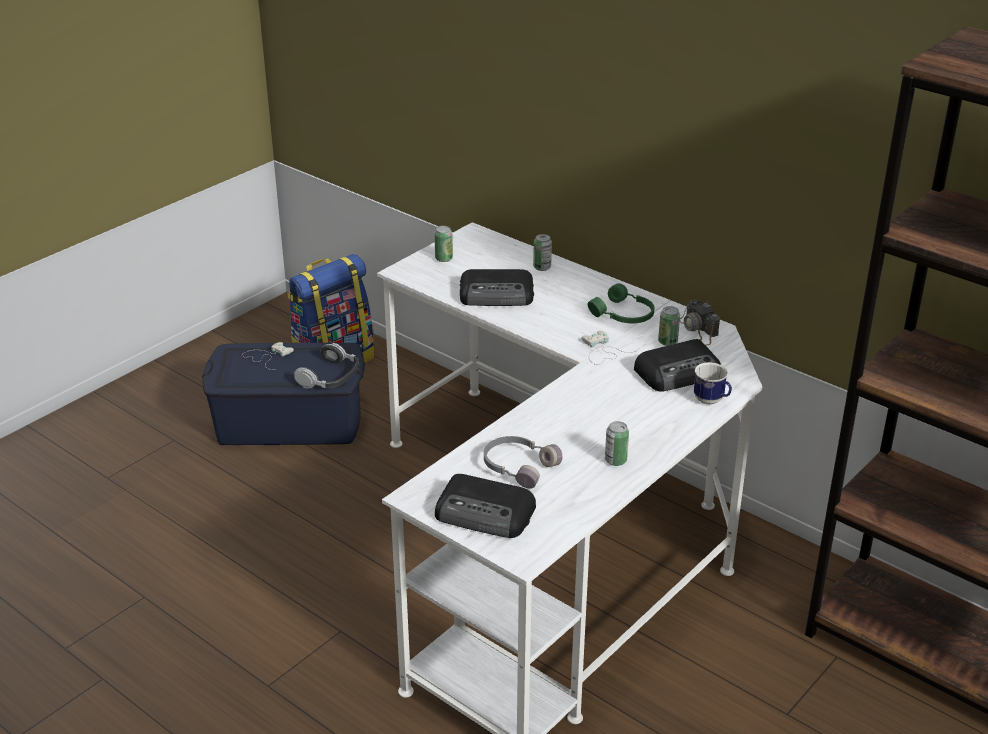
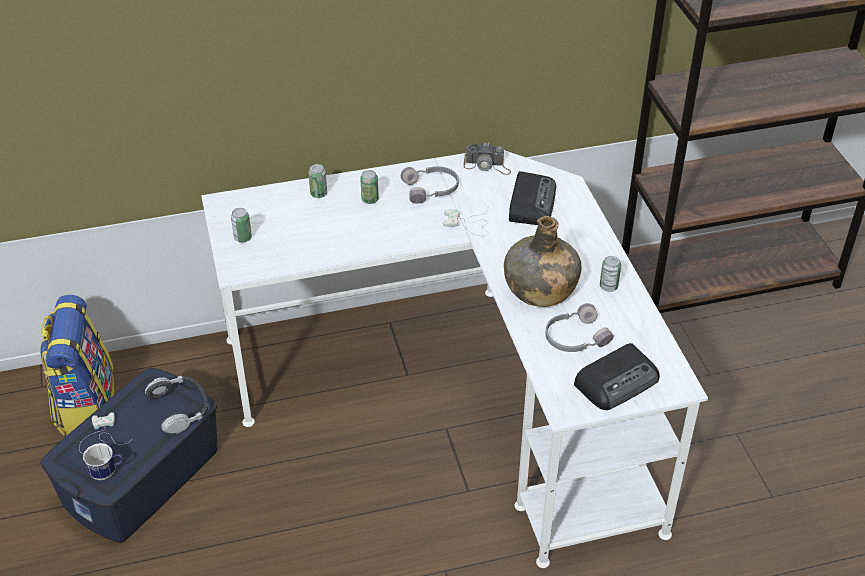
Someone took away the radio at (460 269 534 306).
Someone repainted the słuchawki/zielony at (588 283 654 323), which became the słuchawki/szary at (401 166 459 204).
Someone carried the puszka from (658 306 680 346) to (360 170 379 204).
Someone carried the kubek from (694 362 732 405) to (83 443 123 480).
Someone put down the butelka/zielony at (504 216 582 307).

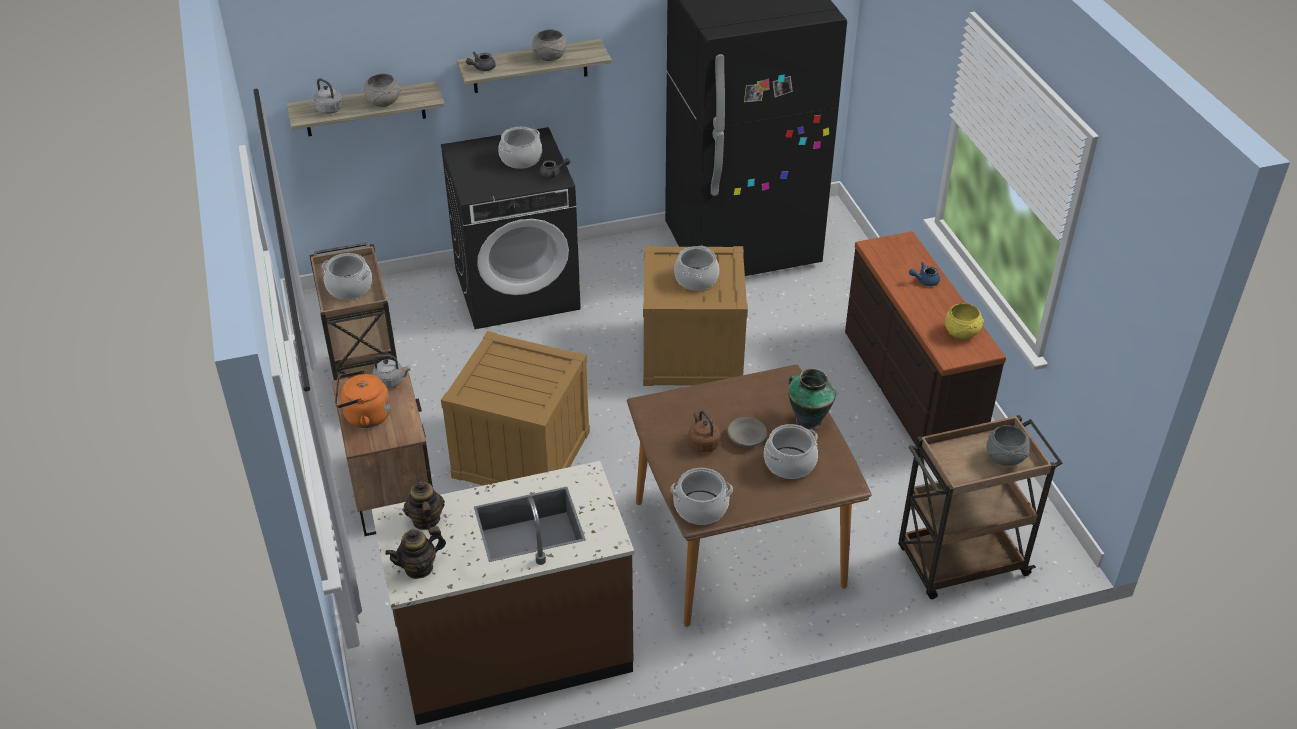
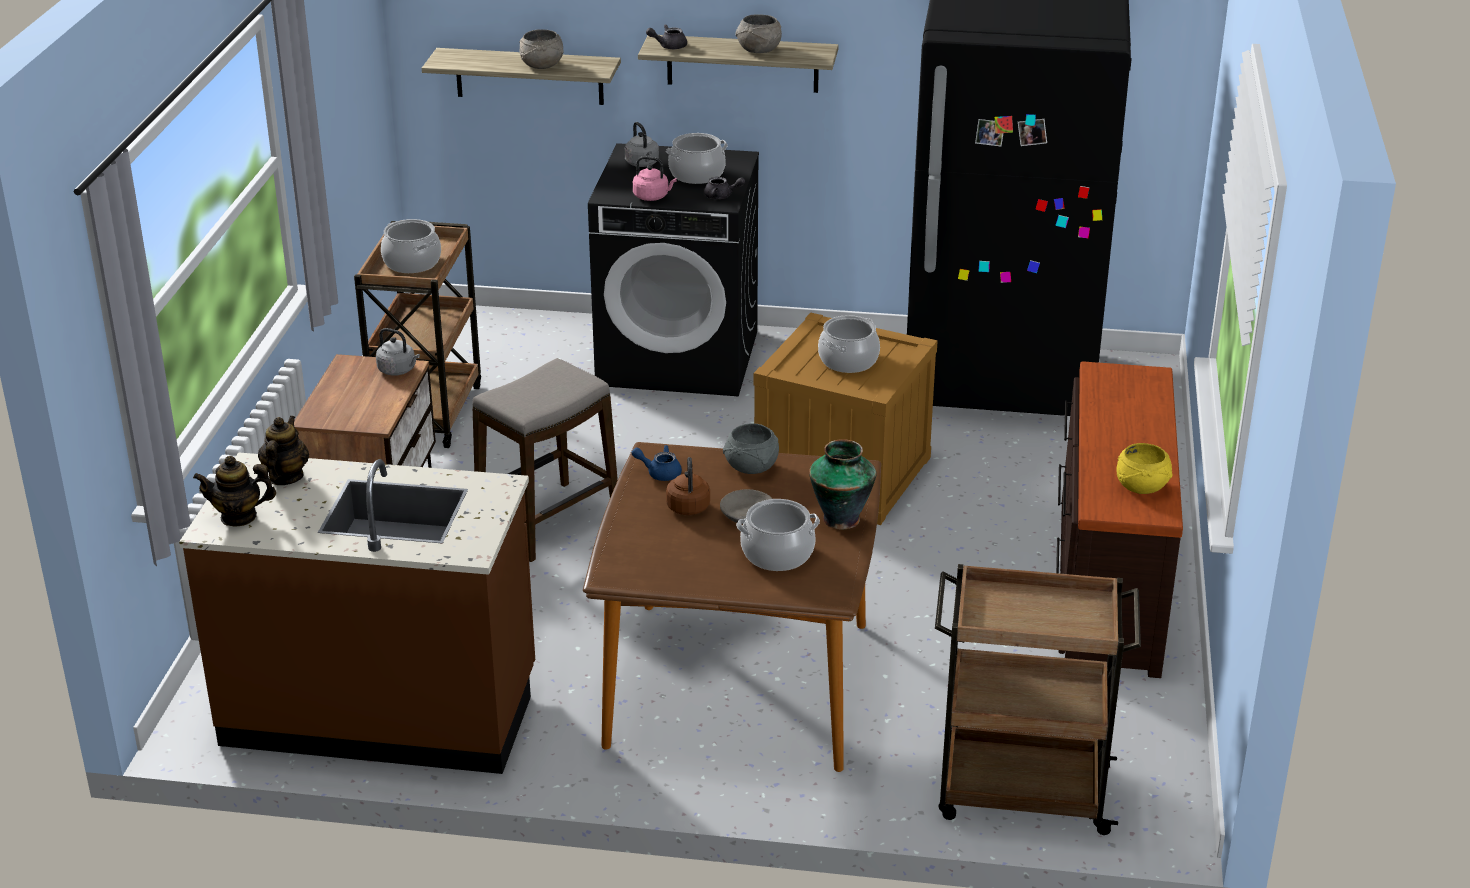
Someone carried the czajnik/szary from (314 78 343 114) to (625 122 659 167).
Someone carried the imbryk/niebieski from (909 262 940 286) to (631 445 682 481).
Someone swapped the skrzynka at (441 331 590 485) for the stołek at (473 358 618 562).
Someone took away the czajnik/pomarańczowy at (335 370 391 428).
Someone carried the miska/szary from (987 425 1030 466) to (723 423 779 474).
Someone took away the garnek at (670 468 733 525).
Someone put down the czajnik/różowy at (633 156 677 201).

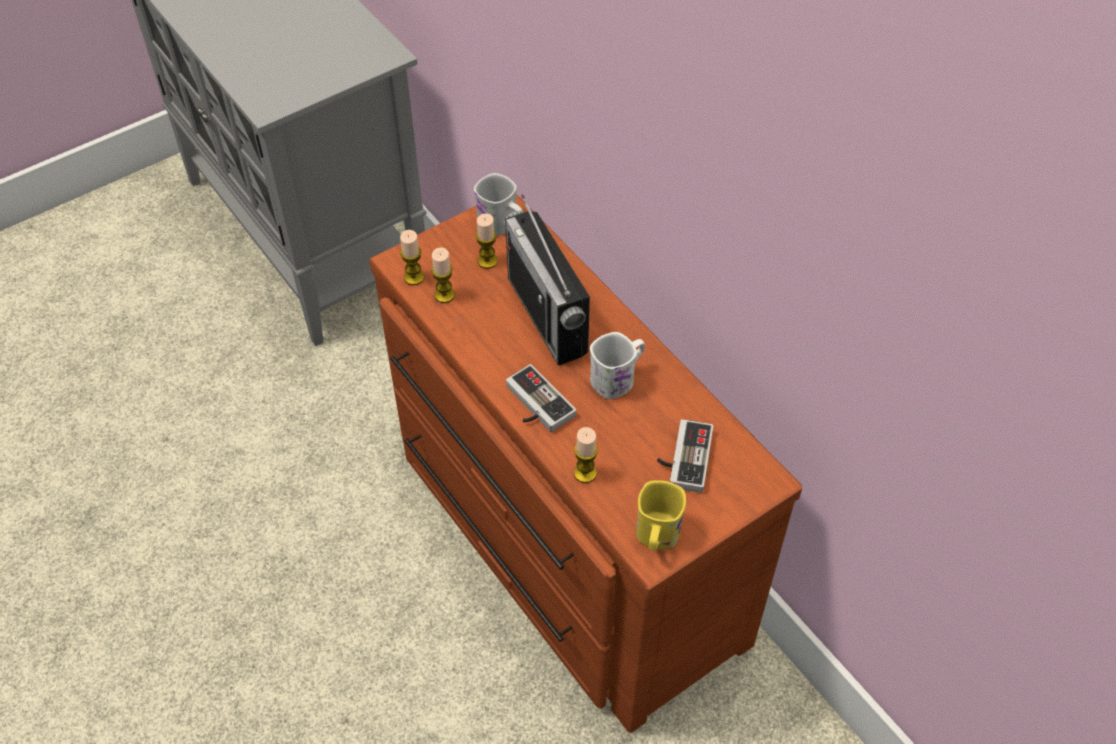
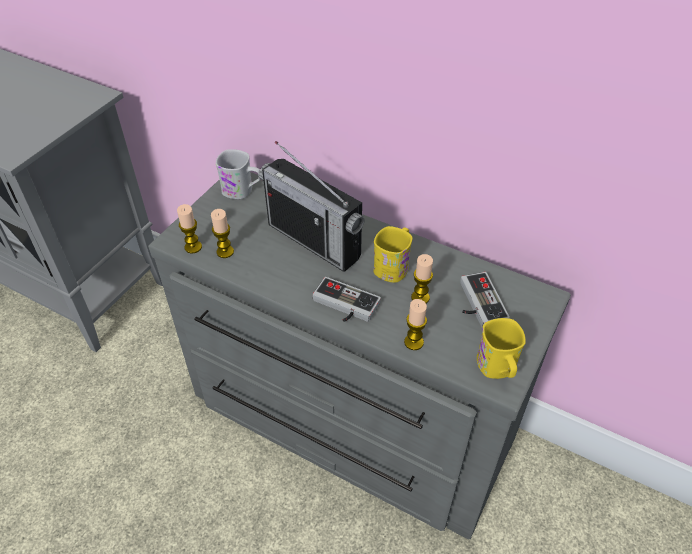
Someone repainted the komoda/brązowy at (370 194 802 733), which became the komoda/szary at (148 172 571 540).
Someone carried the świeca from (476 213 498 269) to (411 254 433 303).
Someone repainted the kubek/biały at (590 332 645 399), which became the kubek/żółty at (374 226 413 283).

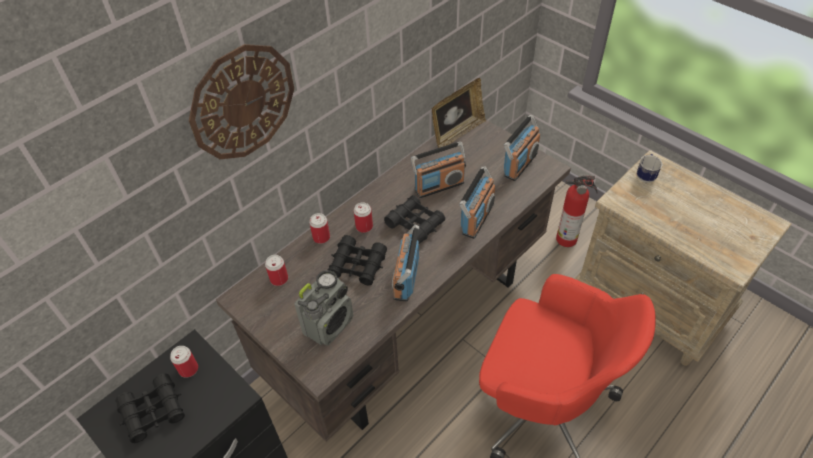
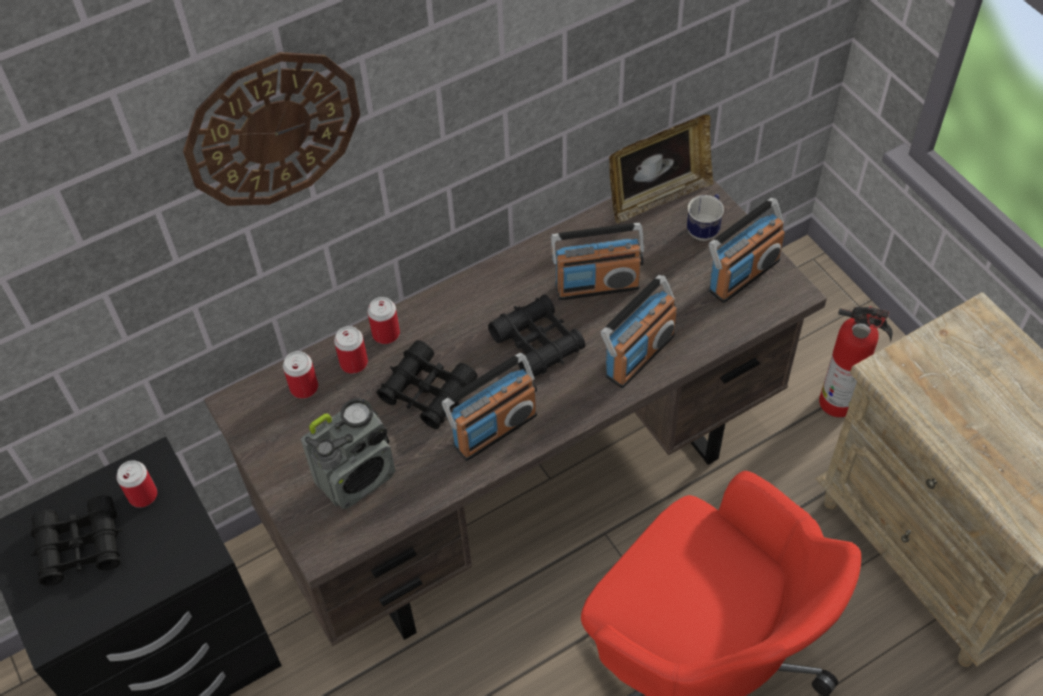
Someone carried the kubek from (637 154 663 183) to (687 194 724 241).
Someone carried the puszka from (354 202 373 233) to (334 326 368 374).
Someone rotated the radio at (392 224 419 302) by 150 degrees counterclockwise.

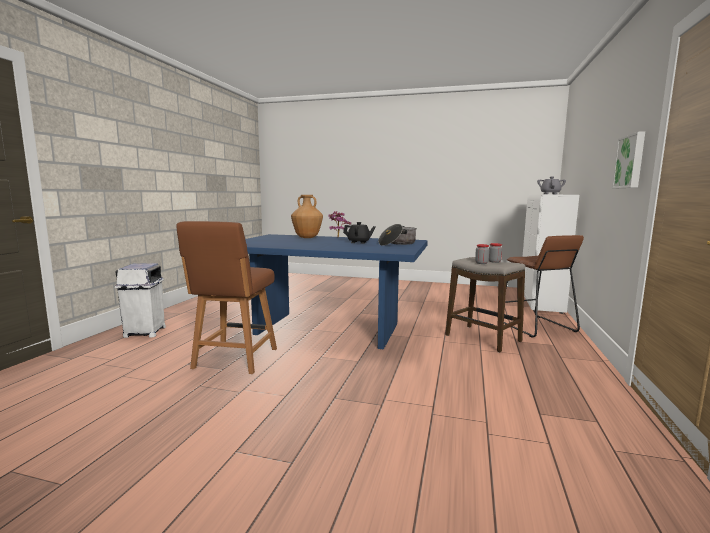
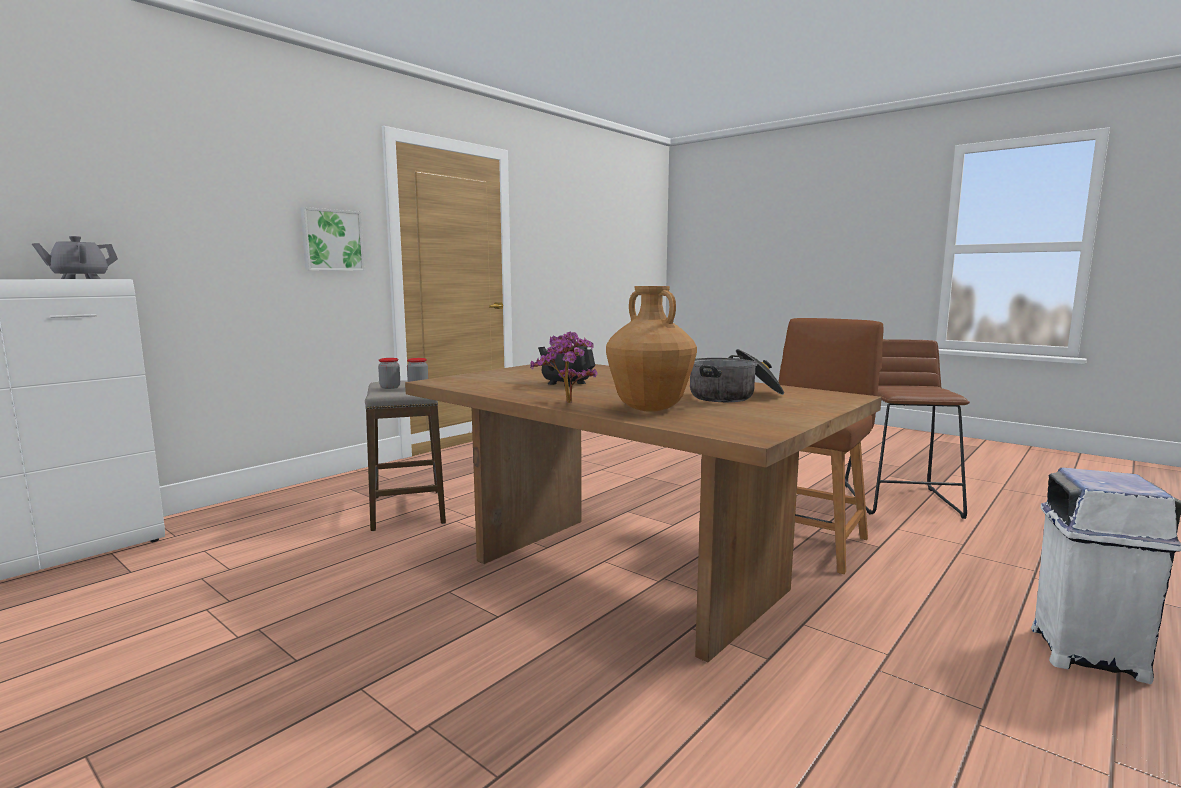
Someone carried the garnek from (378 224 417 246) to (690 349 784 402).
Someone repainted the stół jadalny/niebieski at (245 234 428 350), which became the stół jadalny/brązowy at (405 364 882 662).
Someone carried the stołek/brązowy from (504 235 584 338) to (845 339 970 519).

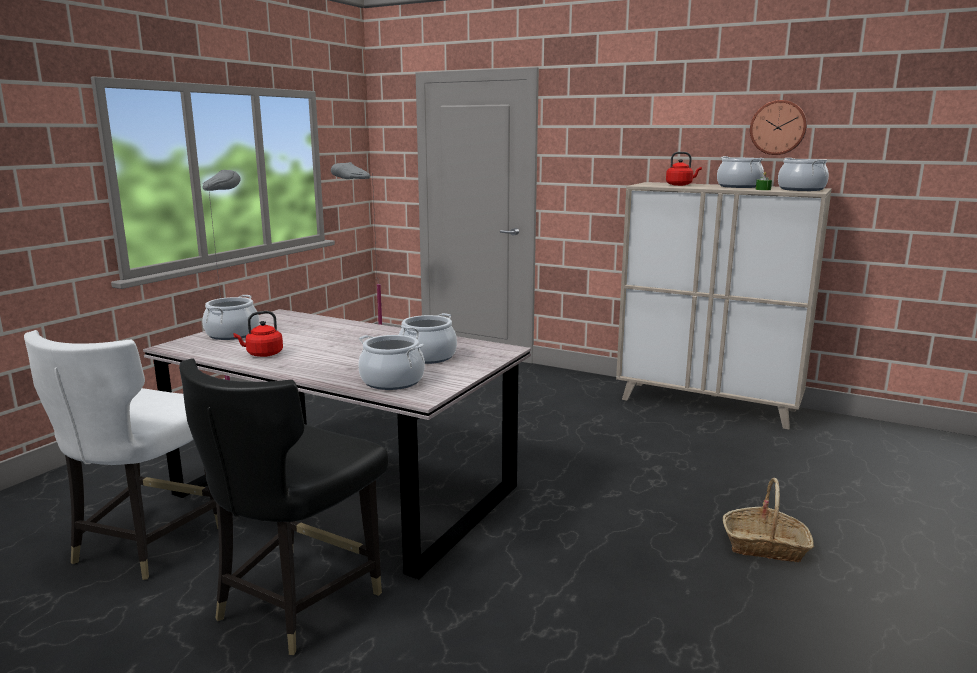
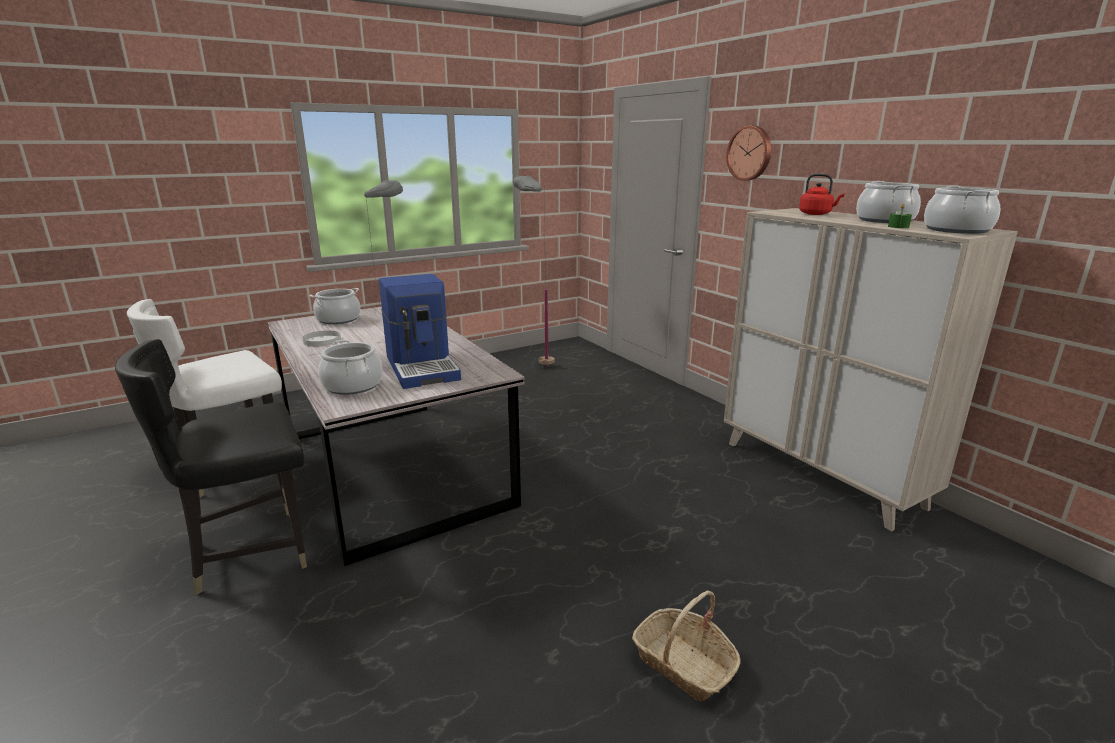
Someone carried the zegar ścienny from (750 100 807 155) to (726 125 771 181).
Someone swapped the czajnik/czerwony at (233 311 283 357) for the talerz/biały at (302 331 341 347).
Someone swapped the garnek at (399 313 457 364) for the ekspres do kawy at (379 274 461 389).

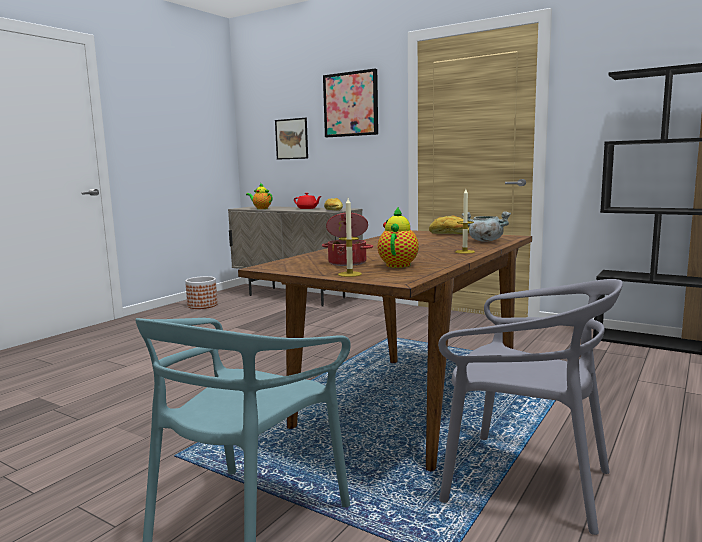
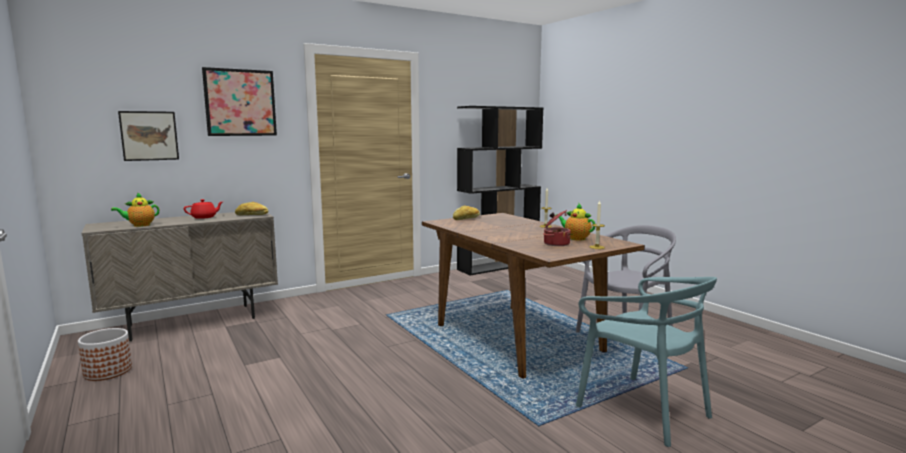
Someone took away the garnek/szary at (462 211 511 242).

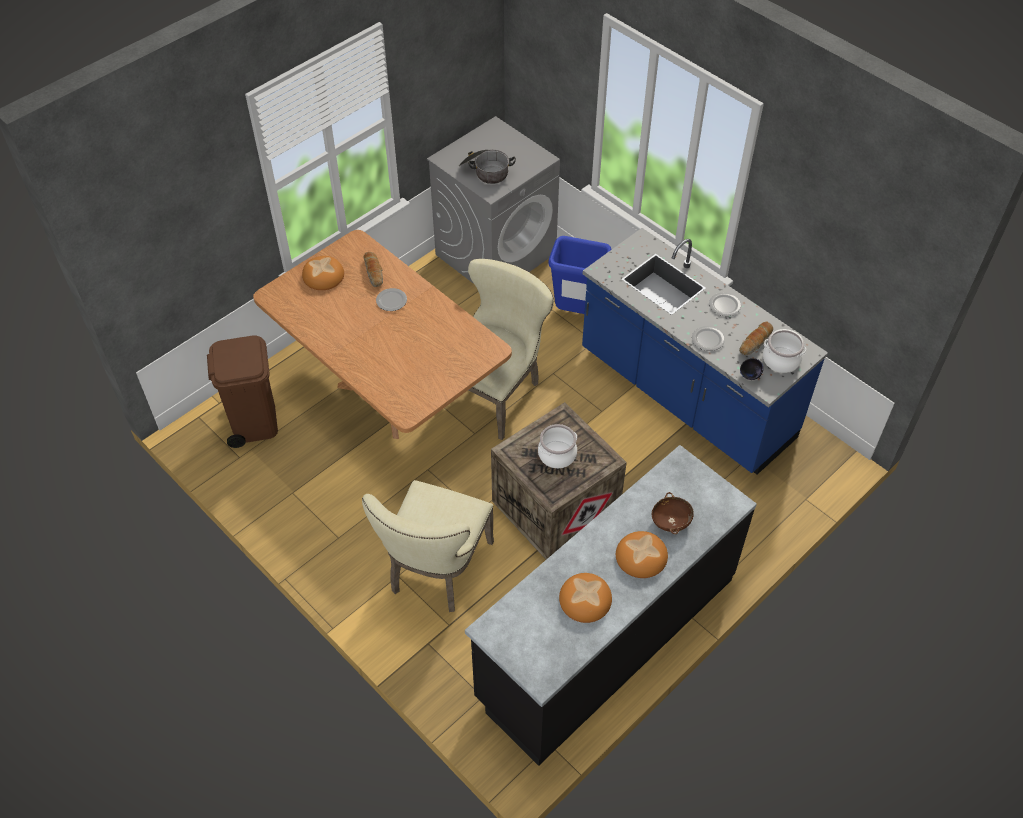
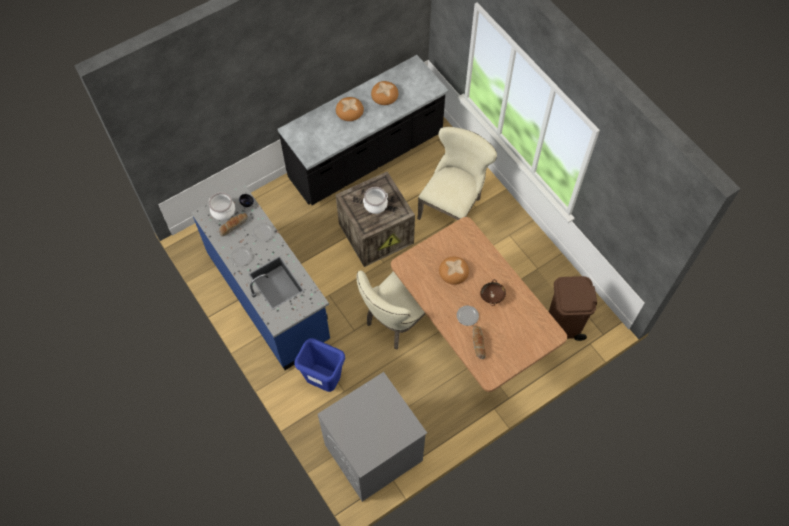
Someone took away the garnek at (459 150 516 184).
Someone carried the chleb from (302 256 344 290) to (439 256 469 285).
Someone carried the miska/brązowy from (652 492 694 534) to (480 279 506 306).

